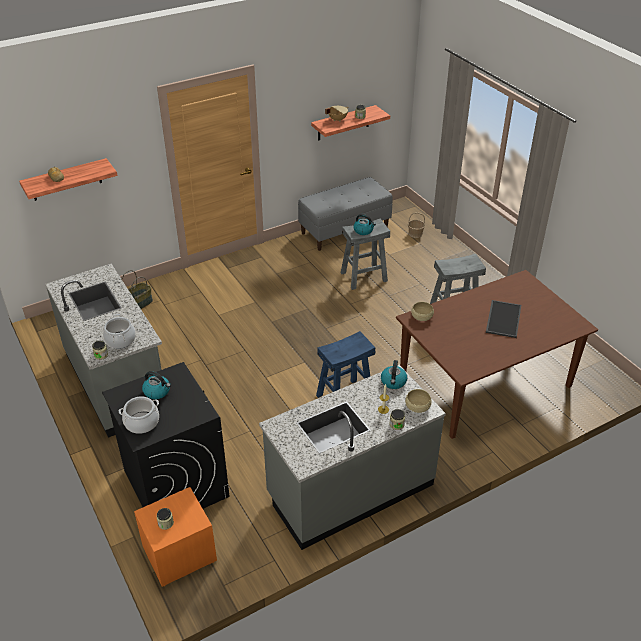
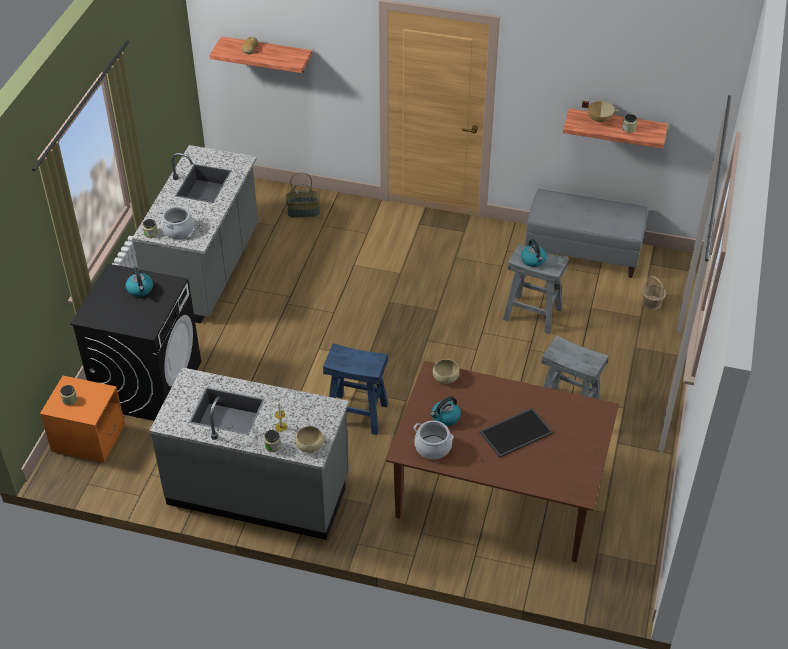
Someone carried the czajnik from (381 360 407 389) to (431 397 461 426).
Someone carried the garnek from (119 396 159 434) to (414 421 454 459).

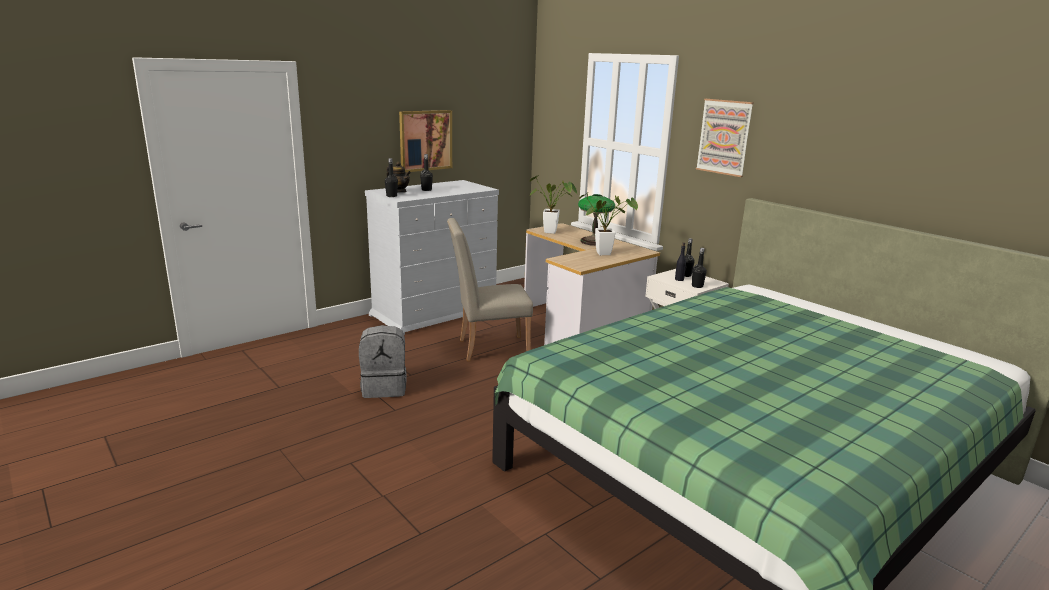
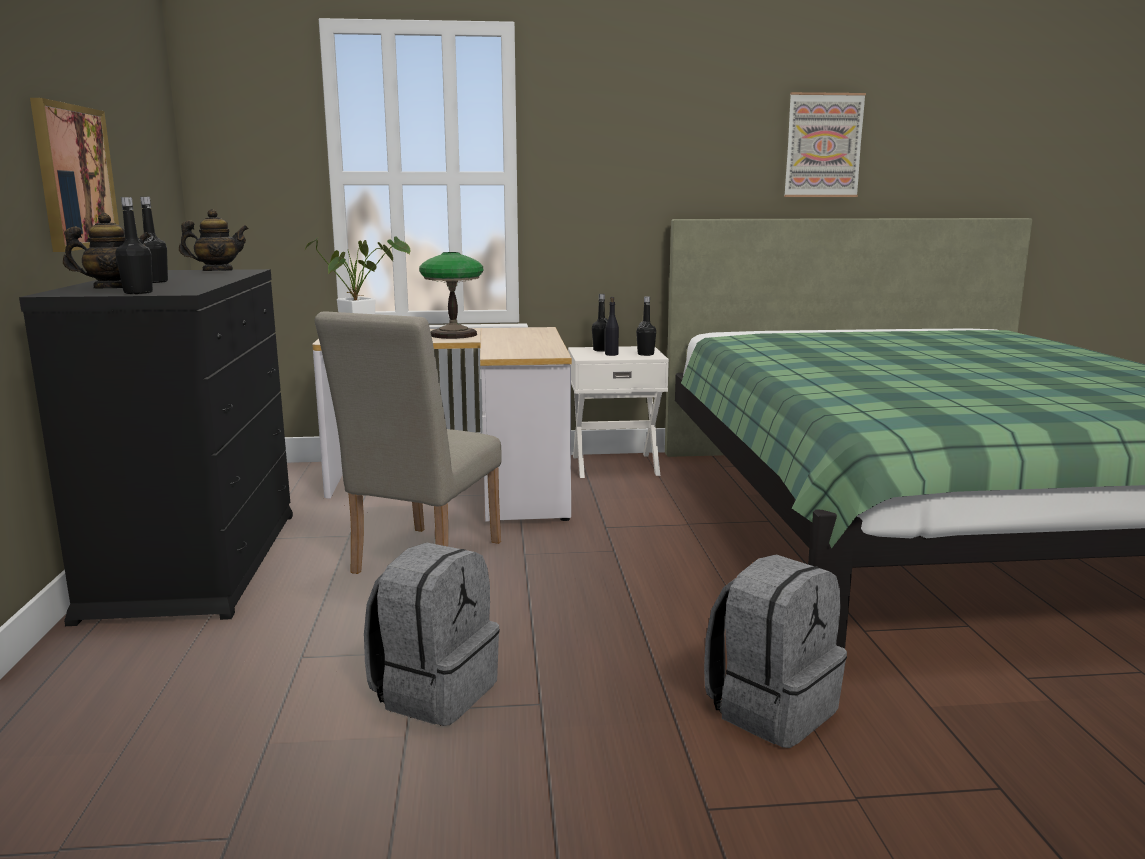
Someone carried the obraz from (696 99 754 177) to (784 92 866 197).
Someone repainted the komoda/biały at (365 180 499 335), which became the komoda/czarny at (19 269 293 626).
Someone took away the roślina doniczkowa at (579 194 638 255).
Someone put down the imbryk at (179 209 249 271).
Someone put down the plecak/szary at (704 554 847 748).

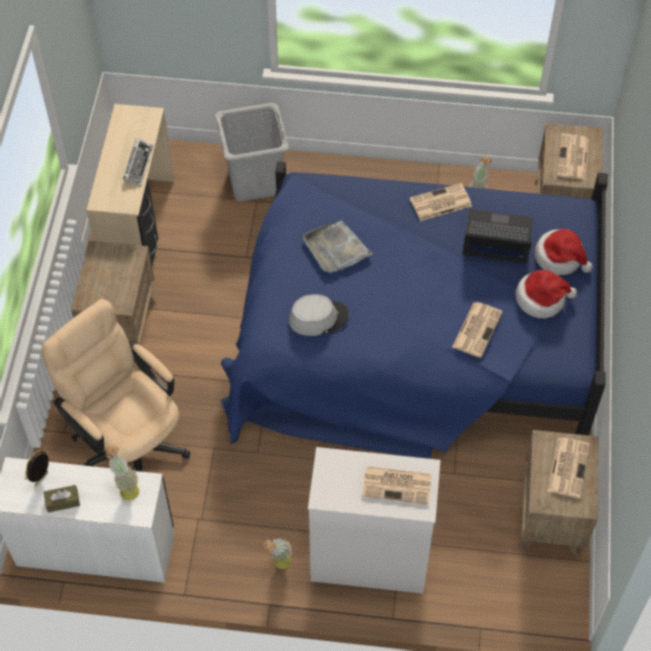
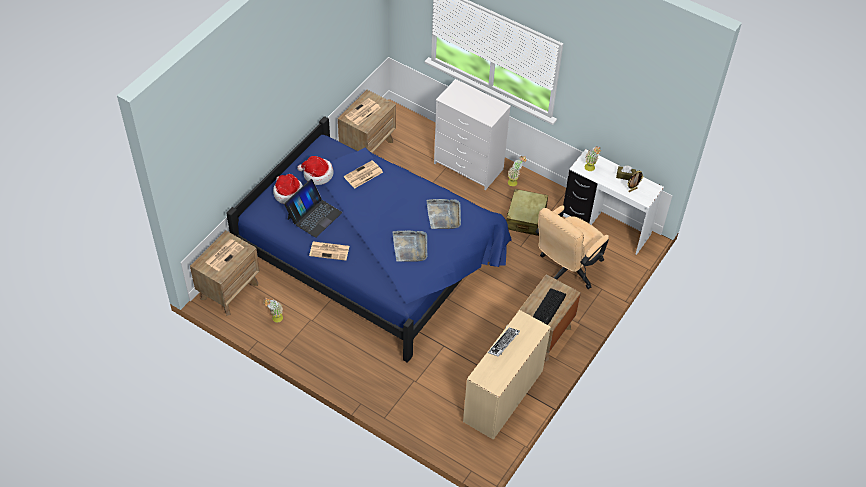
Someone took away the kosz na pranie/szary at (215 103 289 202).
Someone rotated the laptop at (463 209 533 263) by 90 degrees counterclockwise.
Someone swapped the kapelusz/szary at (289 294 349 336) for the taca/szary at (427 199 461 229).
Someone rotated the krzesło biurowe/beżowy at (41 299 190 472) by 60 degrees clockwise.
Someone took away the gazeta at (362 466 432 505).
Someone put down the walizka/beżowy at (506 189 548 236).
Someone put down the klawiatura at (533 288 566 325).

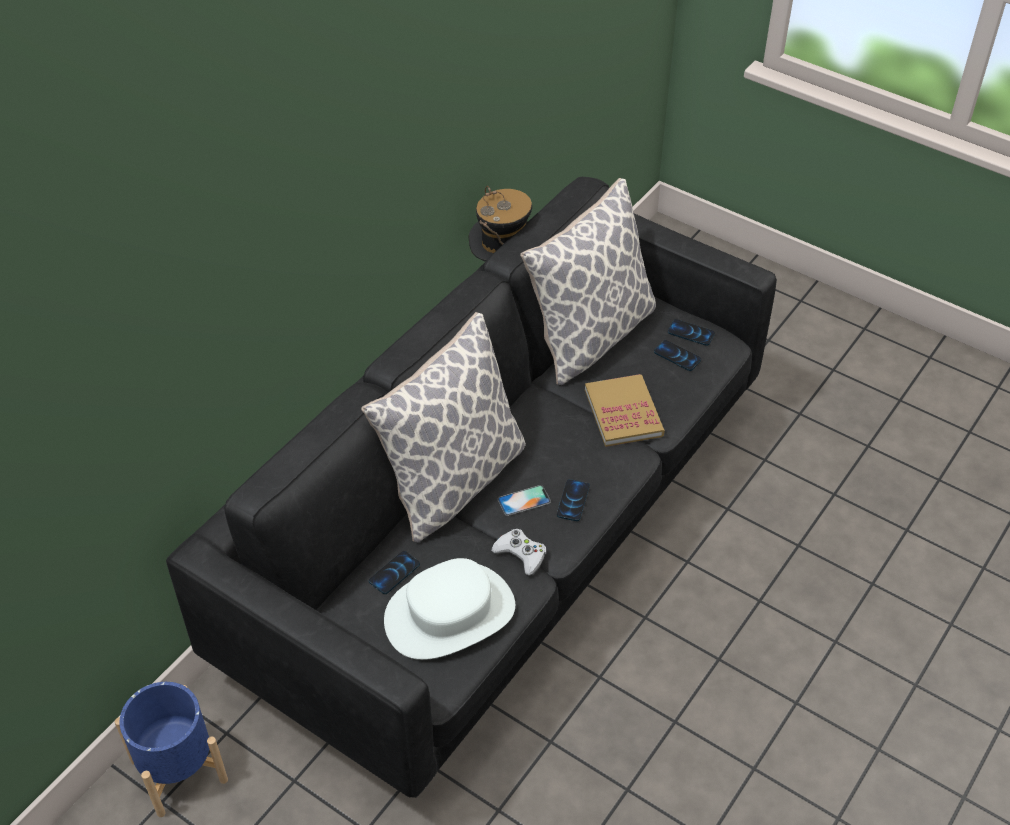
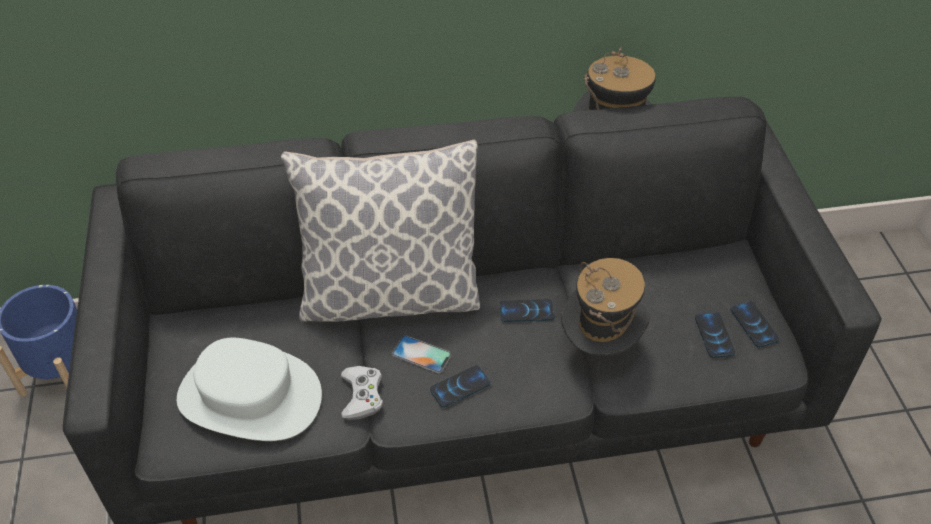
Someone took away the poduszka at (520 178 656 385).
Someone swapped the książka at (585 374 665 447) for the kapelusz at (561 258 650 356).
Someone carried the telefon from (369 551 420 594) to (500 299 554 322).

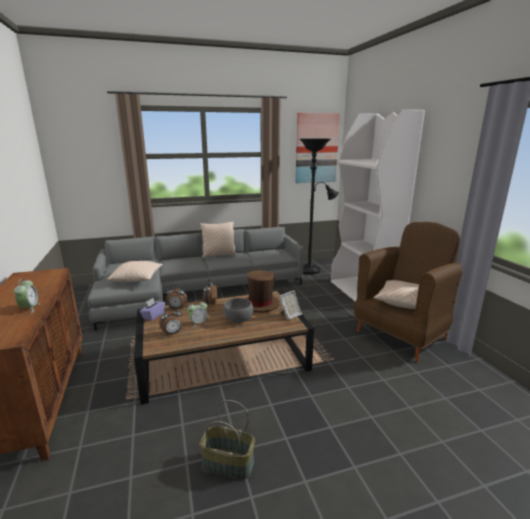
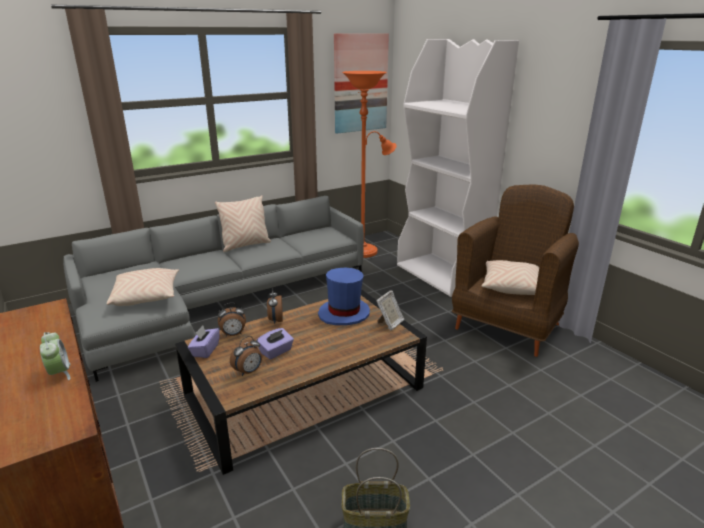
Someone repainted the lampa stojąca/czarny at (300 138 339 275), which became the lampa stojąca/pomarańczowy at (342 71 397 258).
Someone repainted the kapelusz/brązowy at (245 270 279 313), which became the kapelusz/niebieski at (318 268 370 325).
Someone took away the miska/szary at (223 298 253 323).
Someone swapped the budzik at (187 300 208 328) for the pudełko chusteczek/fioletowy at (257 328 294 359).

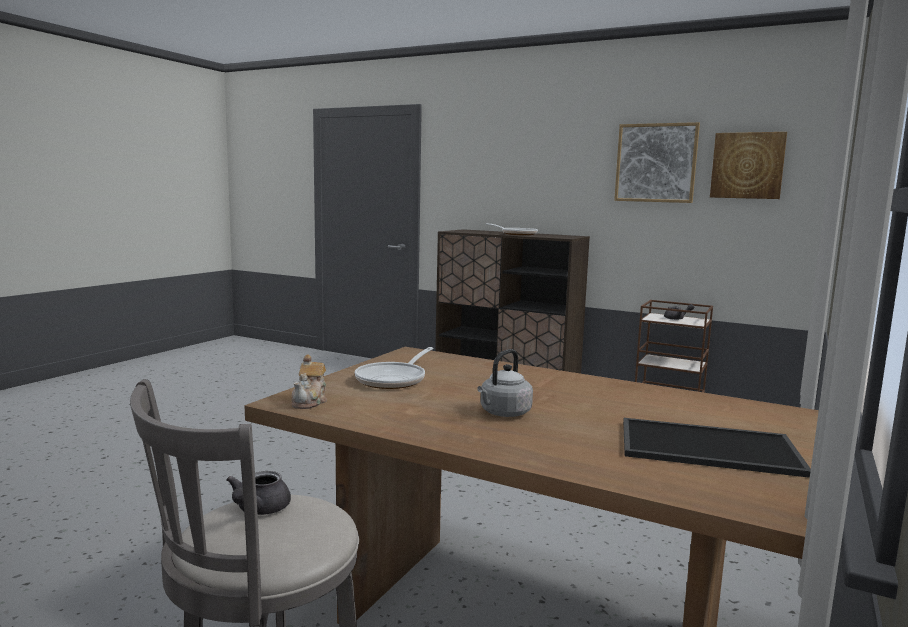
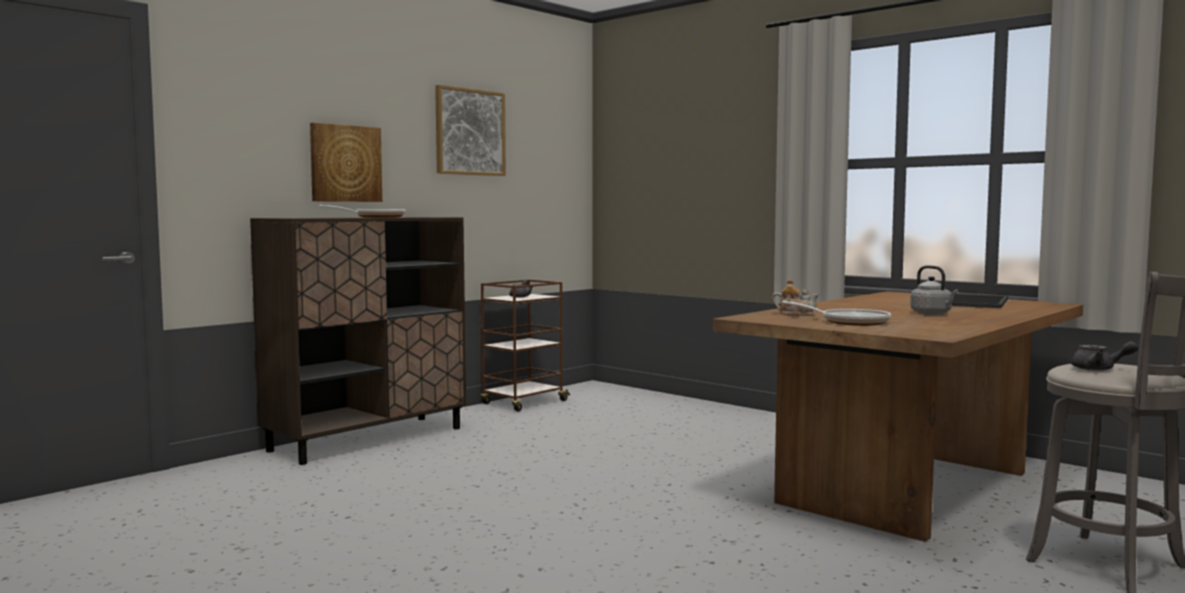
Someone carried the obraz from (710 132 787 199) to (310 123 382 202).
Someone carried the imbryk from (291 354 327 409) to (772 278 819 316).

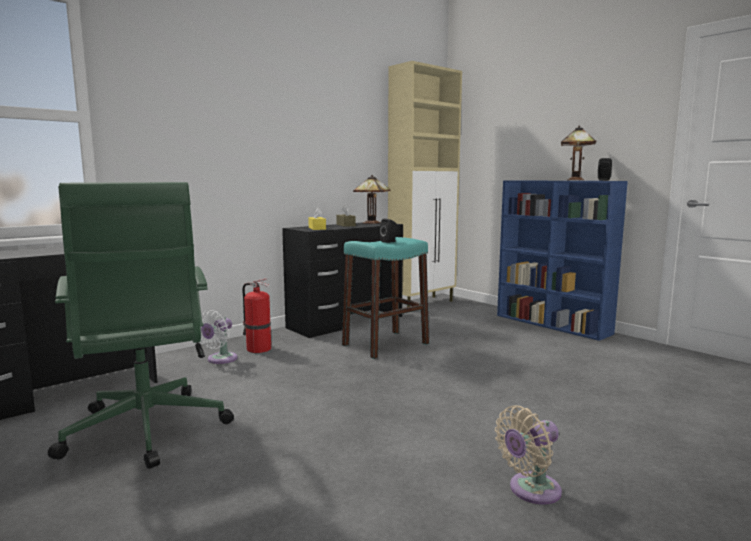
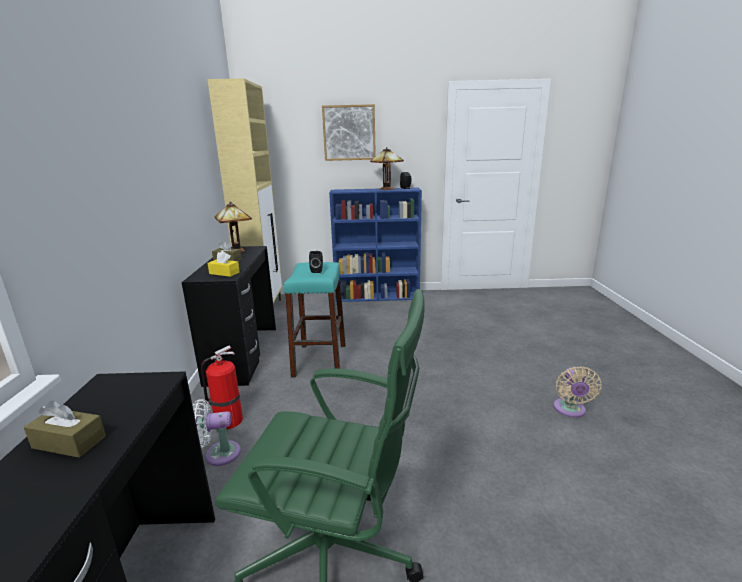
Someone rotated the wentylator/biały at (200 310 238 364) by 105 degrees clockwise.
Someone put up the obraz at (322 104 376 161).
Someone put down the pudełko chusteczek/brązowy at (24 400 106 458).

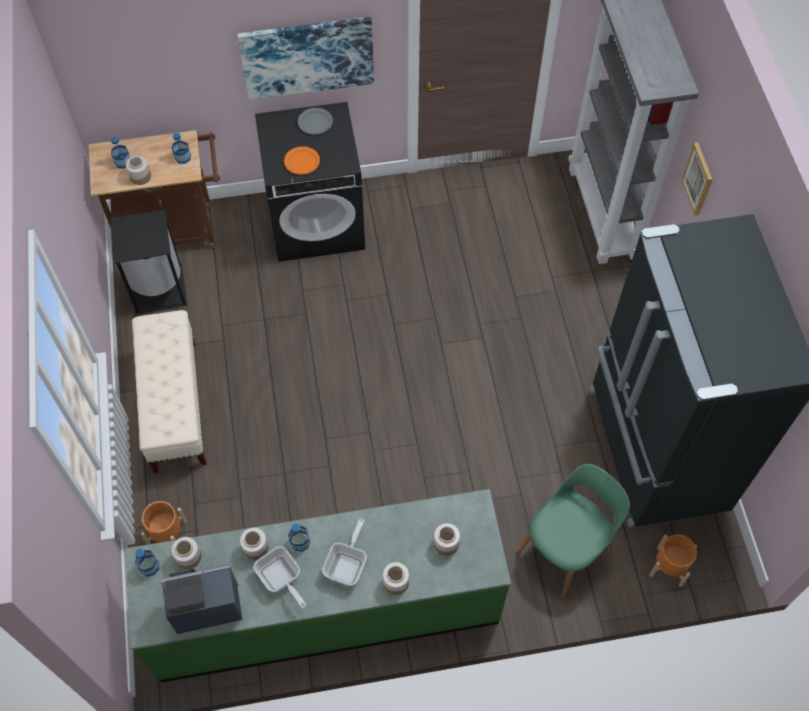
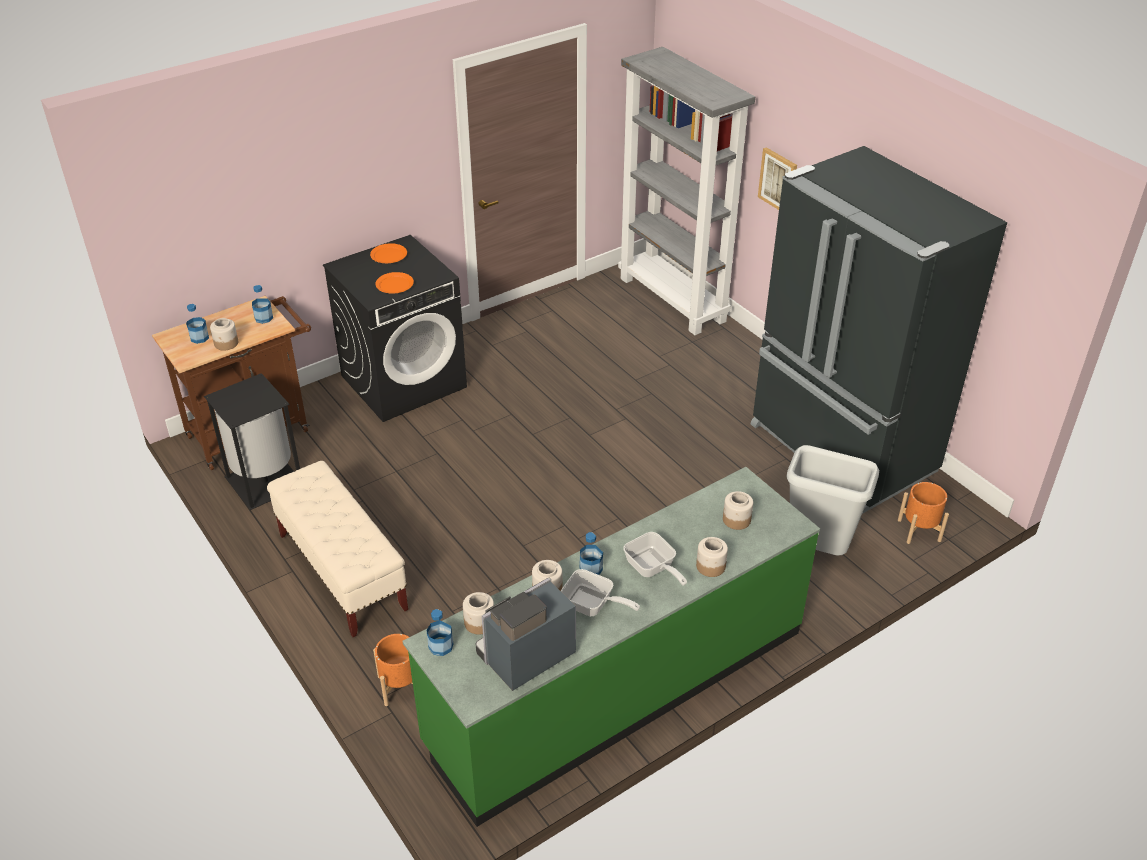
Someone took away the obraz at (237 17 374 100).
Someone repainted the talerz/szary at (298 108 333 135), which became the talerz/pomarańczowy at (370 243 407 263).
Someone swapped the krzesło/zielony at (516 464 630 598) for the kosz na śmieci/szary at (786 445 879 556).
Someone rotated the patelnia at (322 518 367 586) by 150 degrees clockwise.

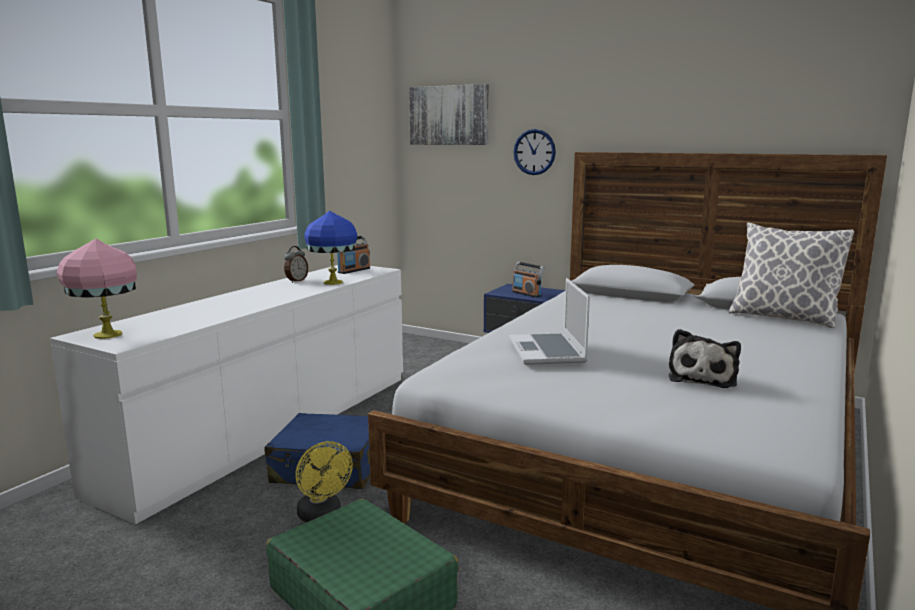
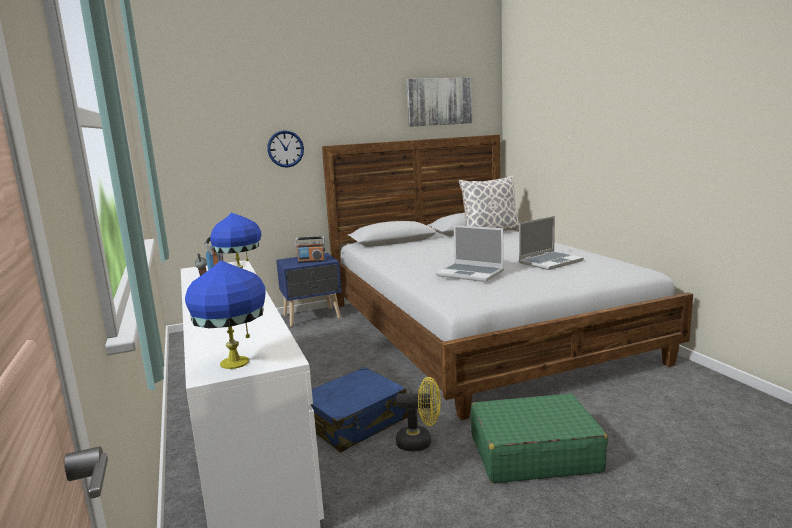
Someone carried the obraz from (409 84 489 145) to (406 77 472 127).
Someone repainted the lampa stołowa/różowy at (57 239 137 339), which became the lampa stołowa/niebieski at (185 260 266 369).
Someone swapped the pluszak at (669 329 741 388) for the laptop at (518 216 584 270).

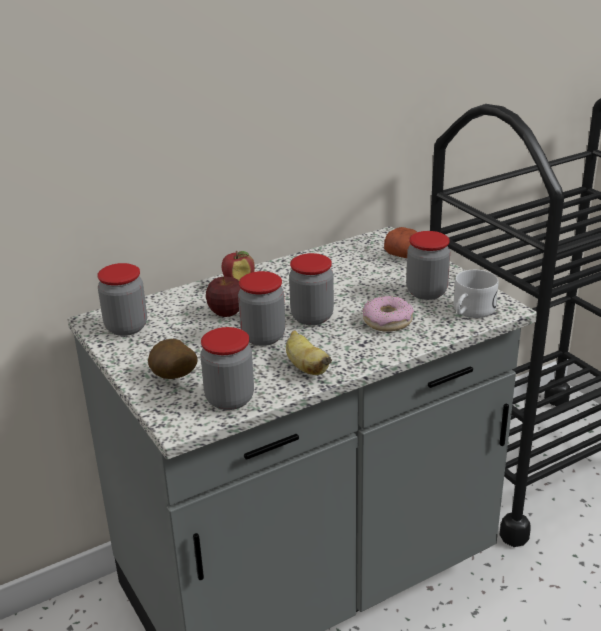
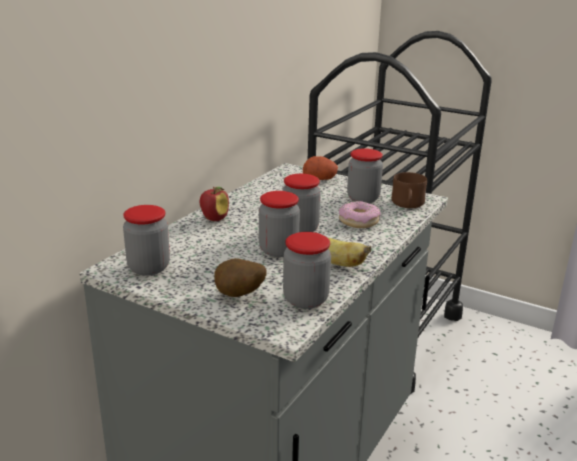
Someone repainted the kubek/biały at (453 270 498 318), which became the kubek/brązowy at (391 172 427 208).
Someone took away the jabłko at (206 276 241 317).

